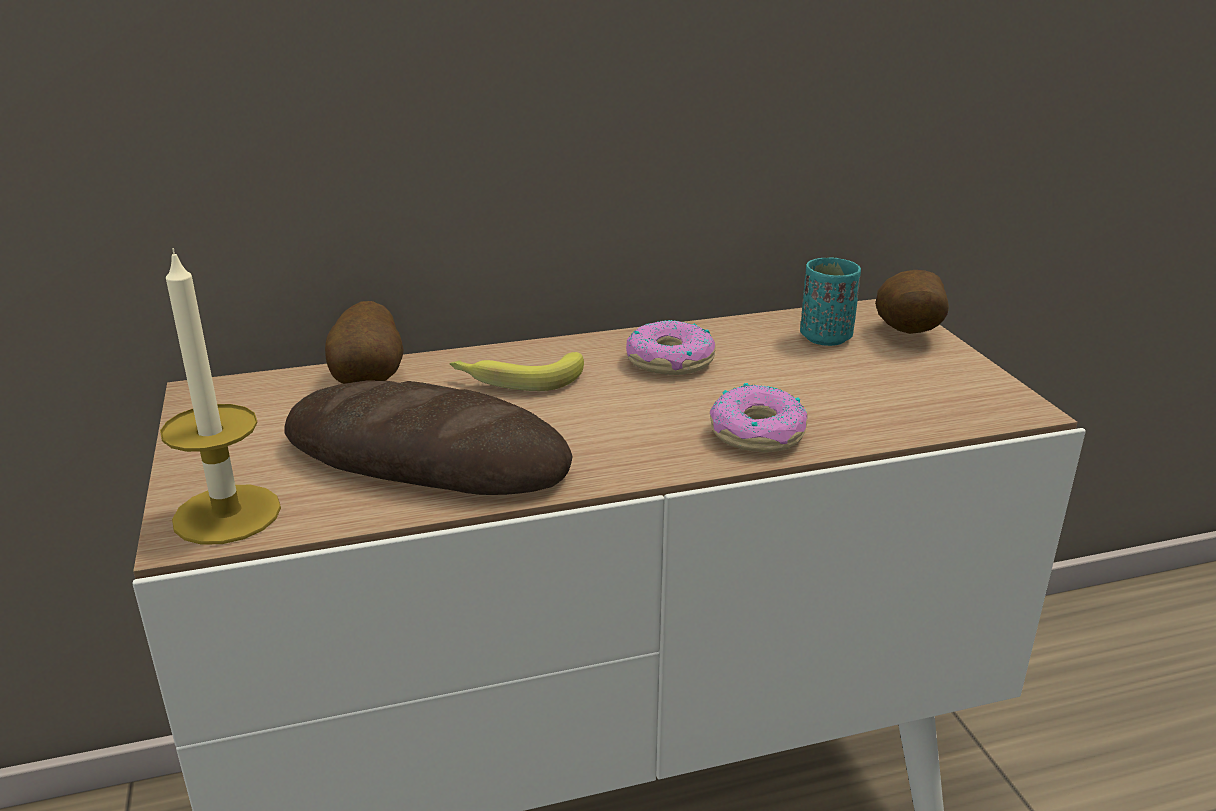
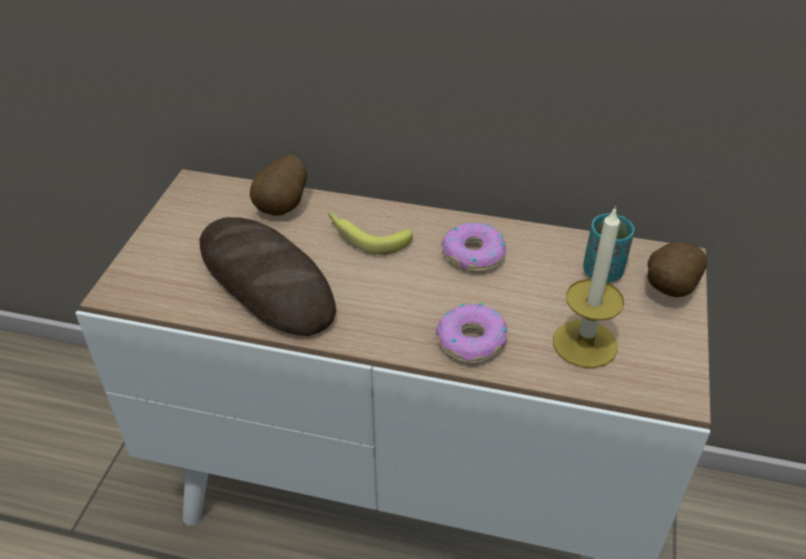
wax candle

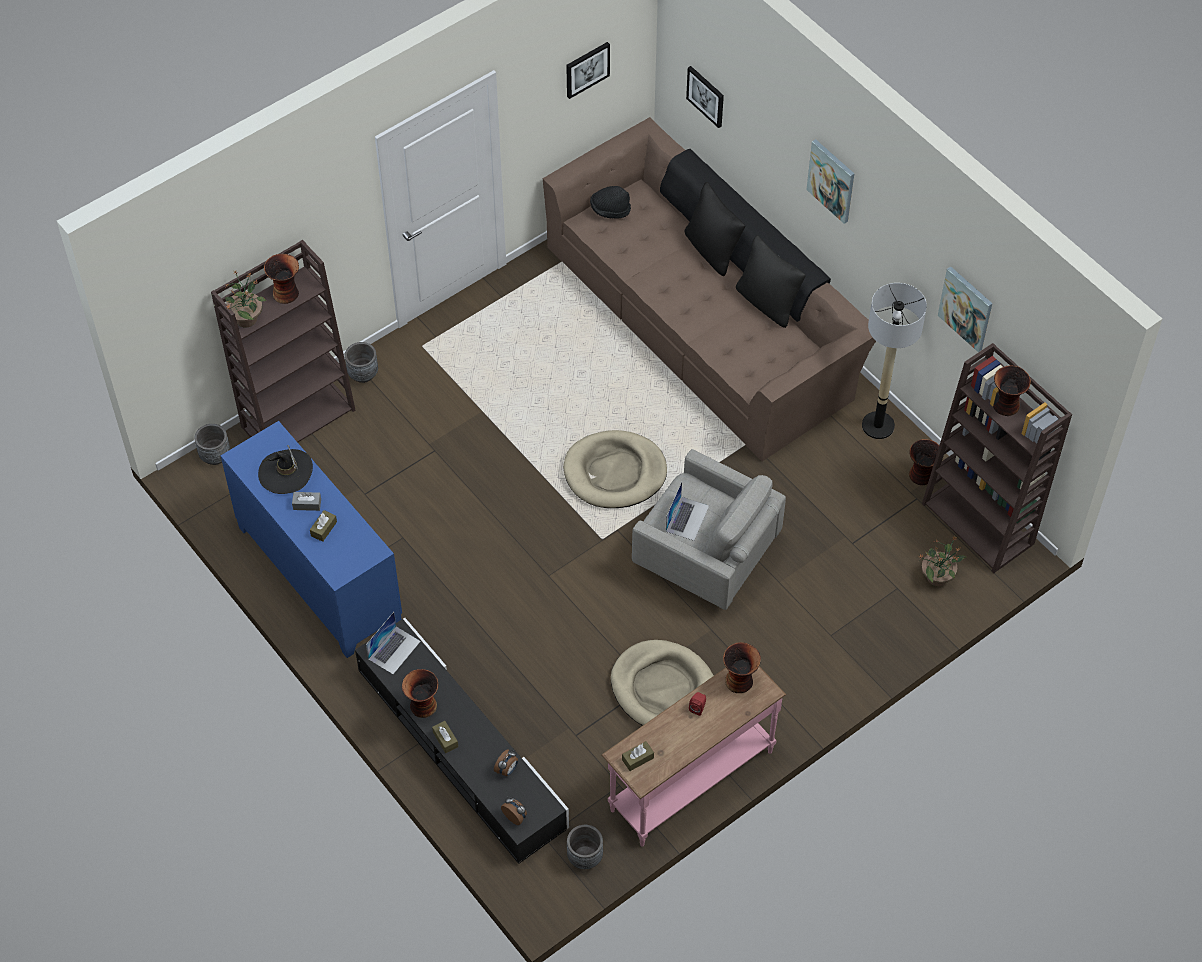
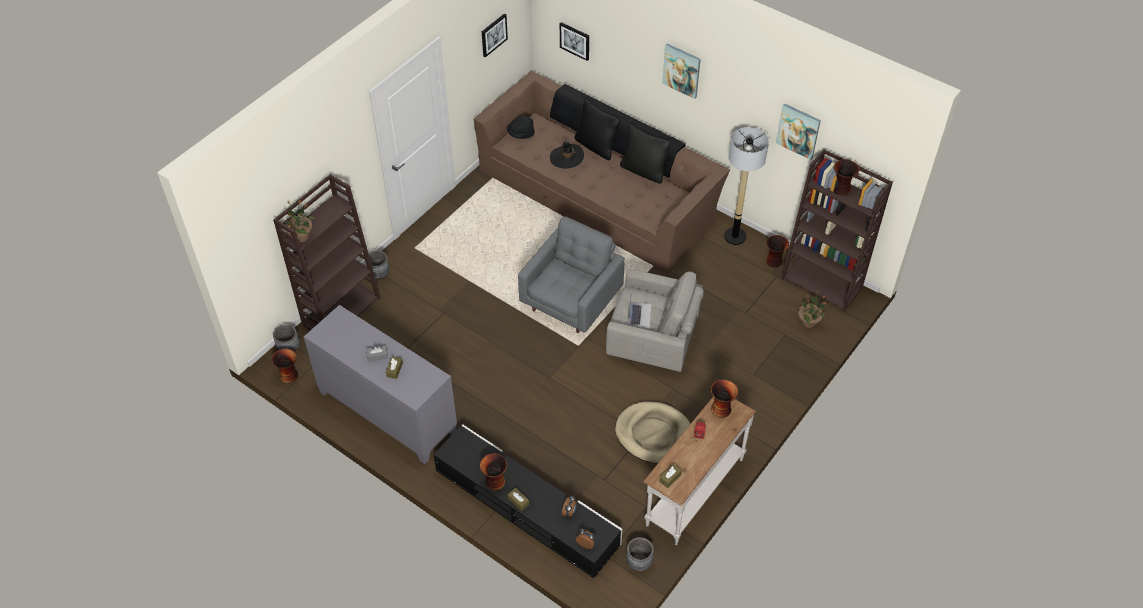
greyish storage cabinet; black wearable hat (no. 2 from left); flower vase (no. 1 from left); laptop (no. 1 from left in the first image); greyish lounge chair (no. 1 from left); whitish console table

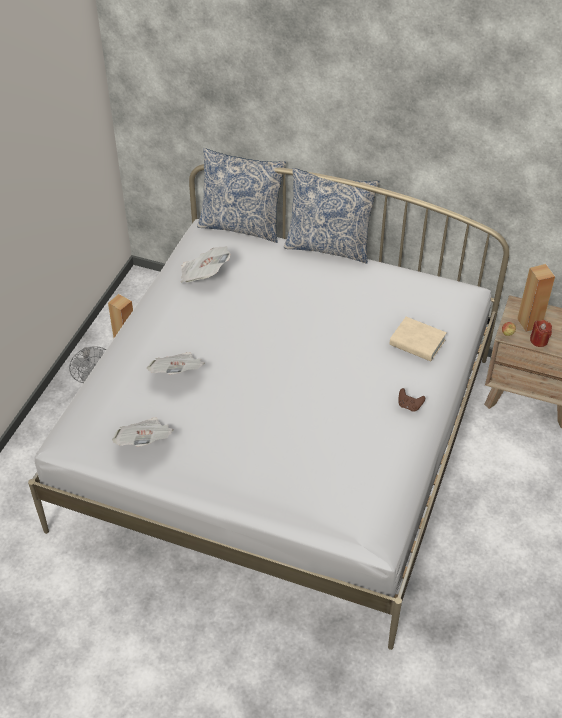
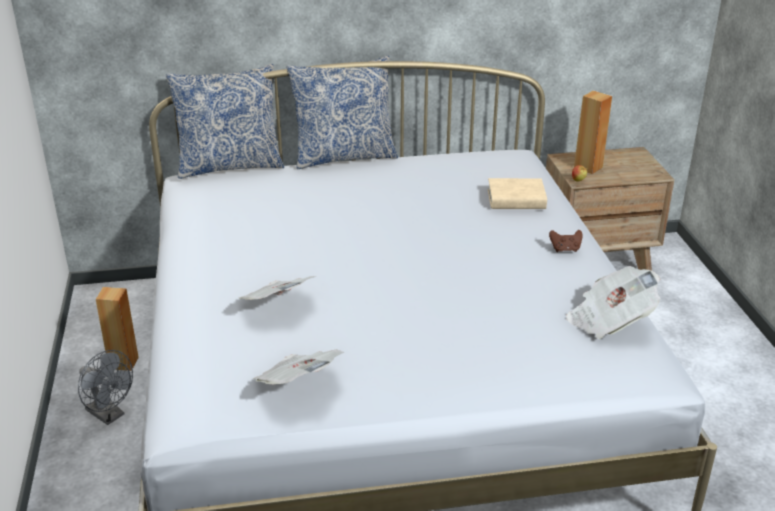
newspaper (no. 3 from left); reddish wax candle

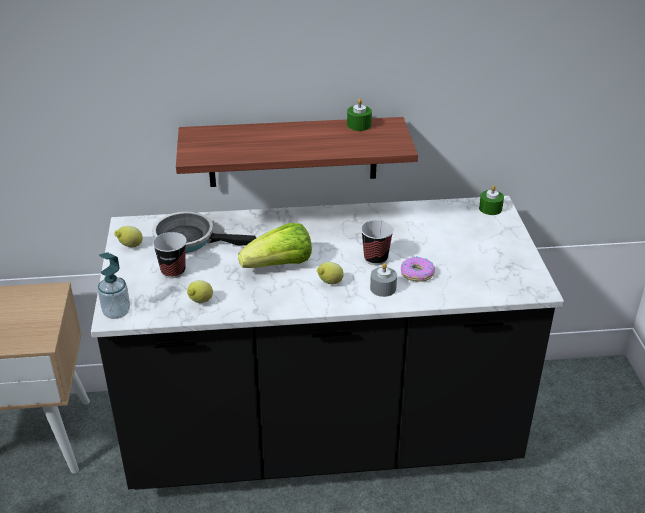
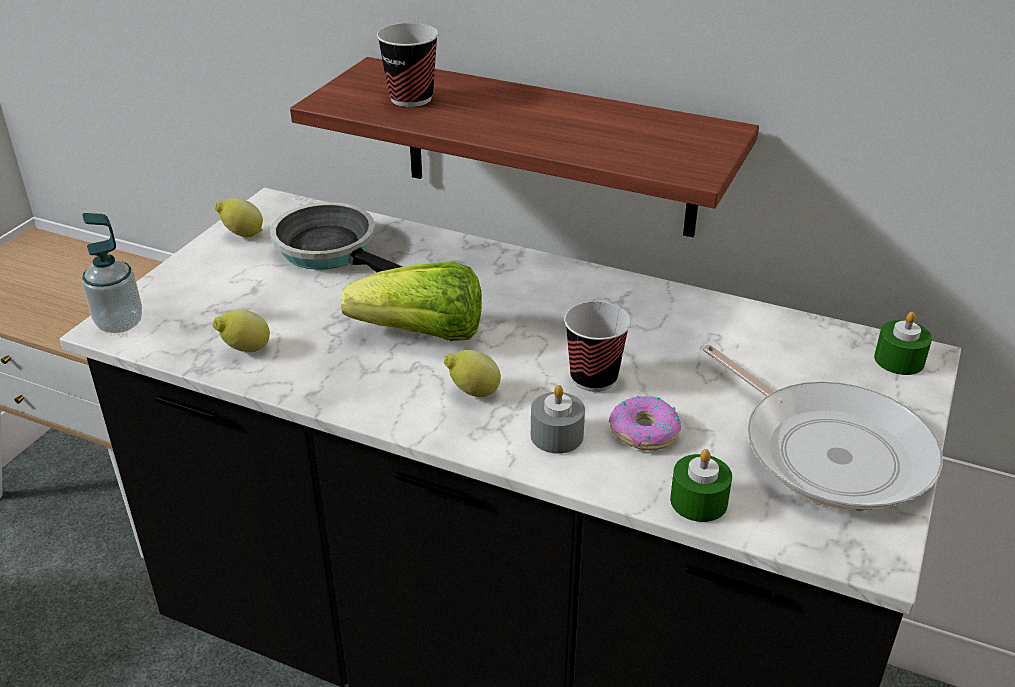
small cup (no. 1 from left); green-coloured wax candle (no. 1 from left); skillet (no. 2 from left)

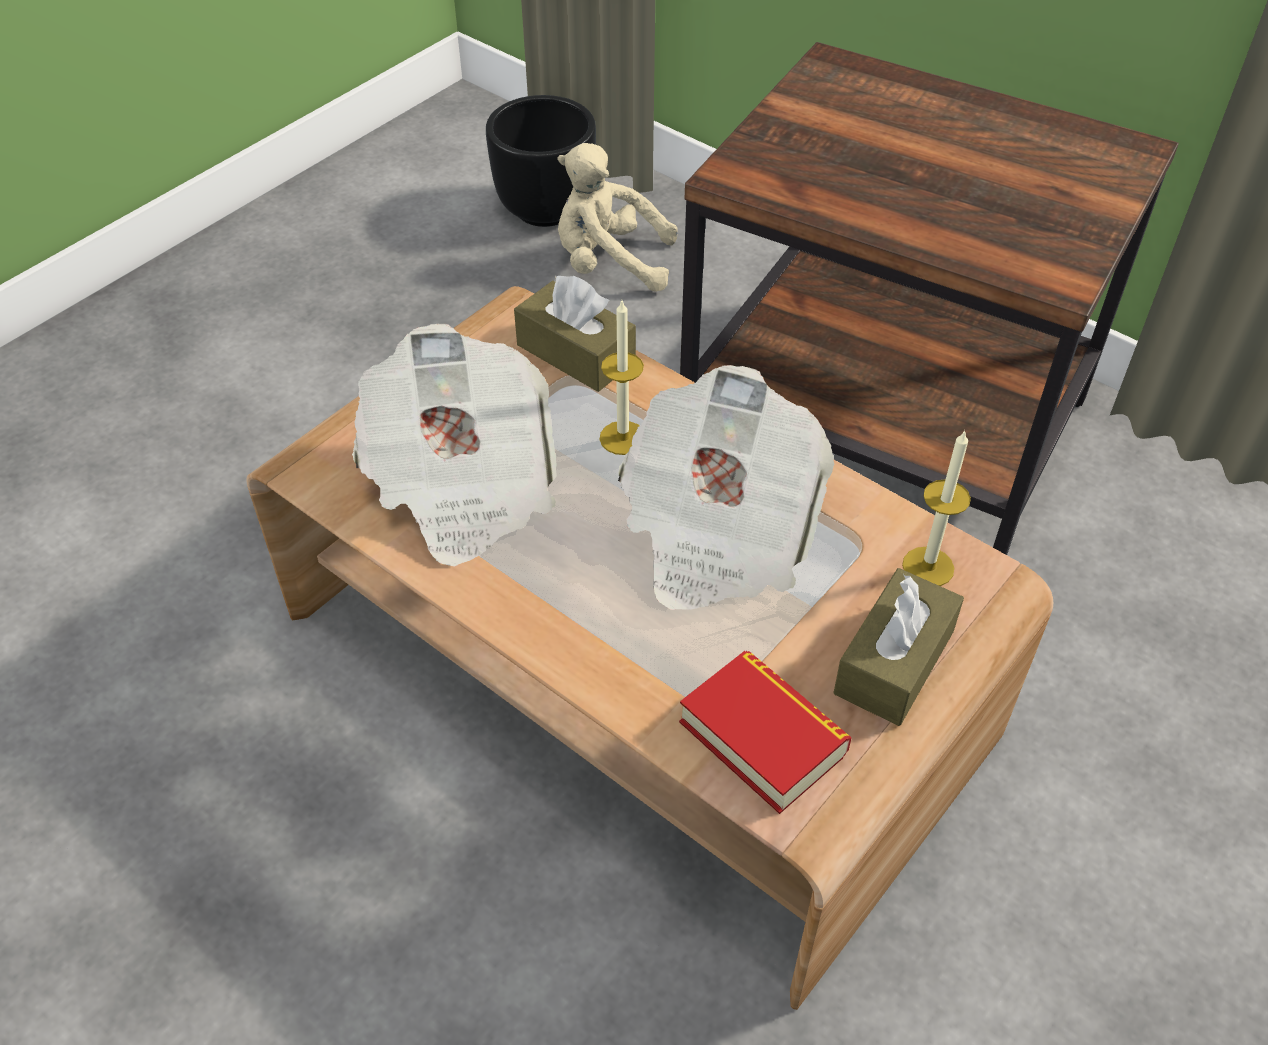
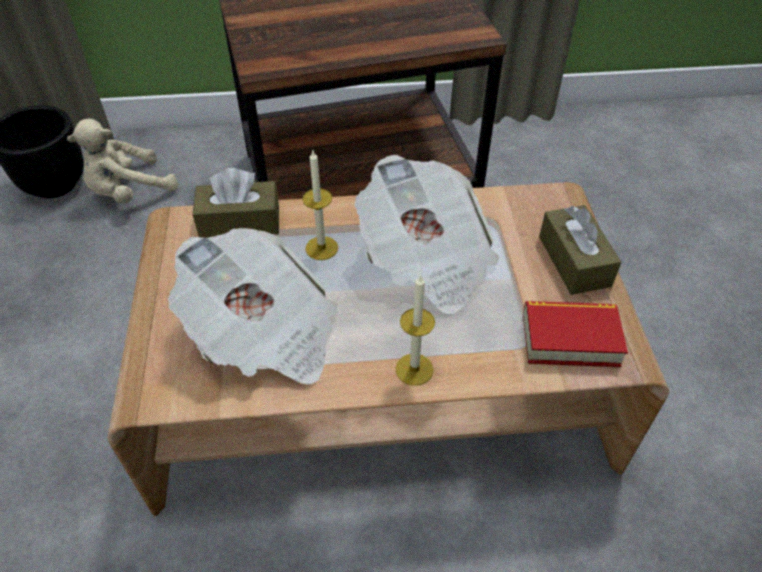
wax candle (no. 2 from left)

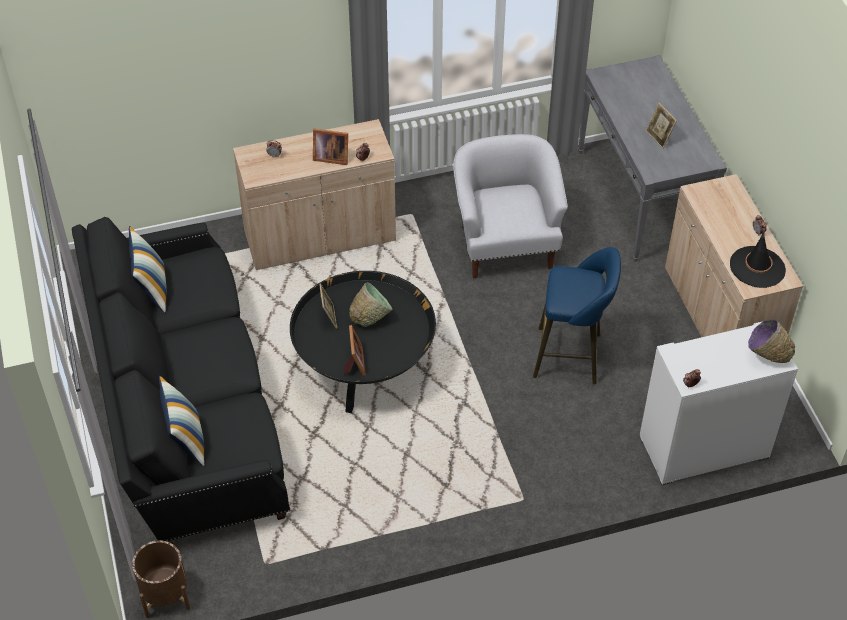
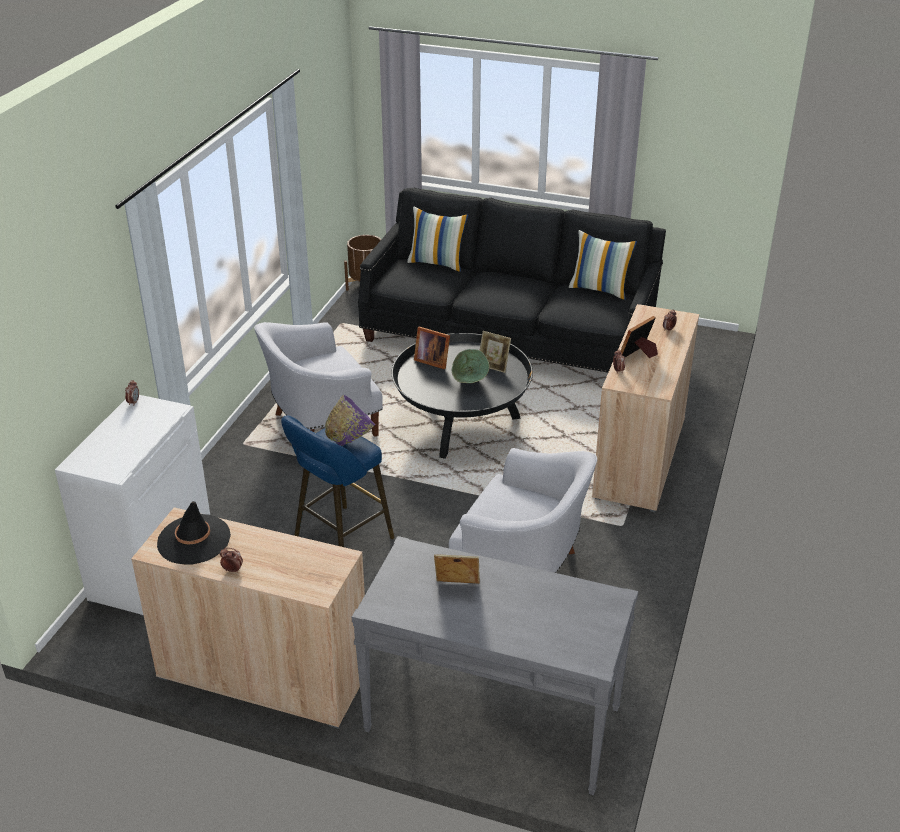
purplish bowl; whitish lounge chair (no. 1 from left)

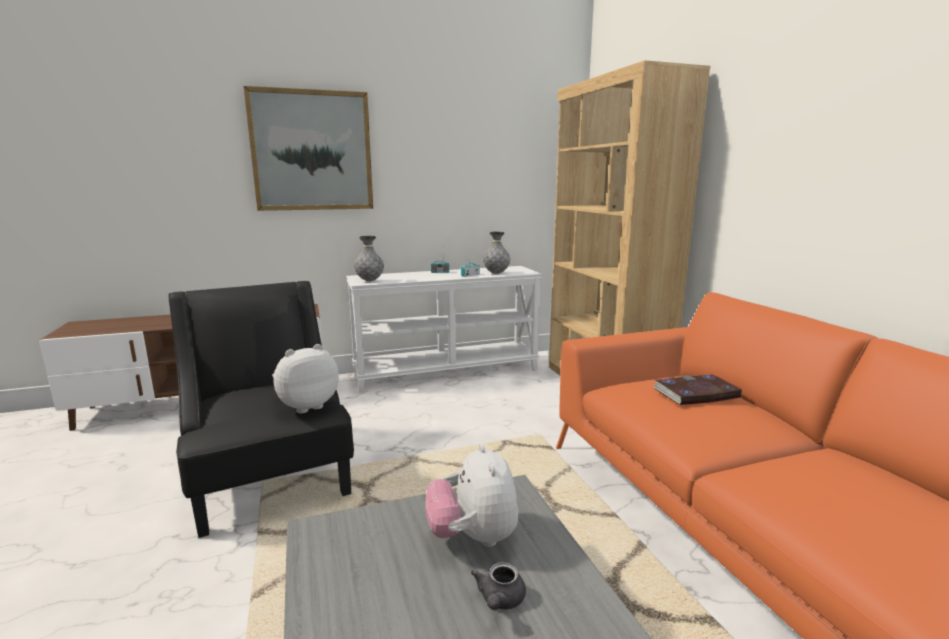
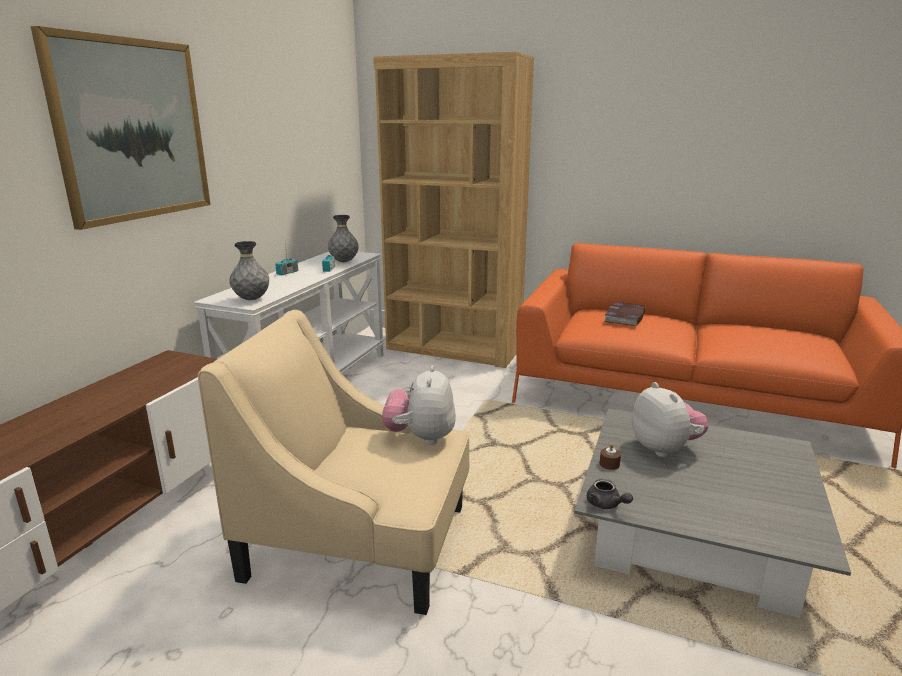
beige-coloured lounge chair; cuddly toy (no. 2 from left); greyish tea pot; brown-coloured wax candle

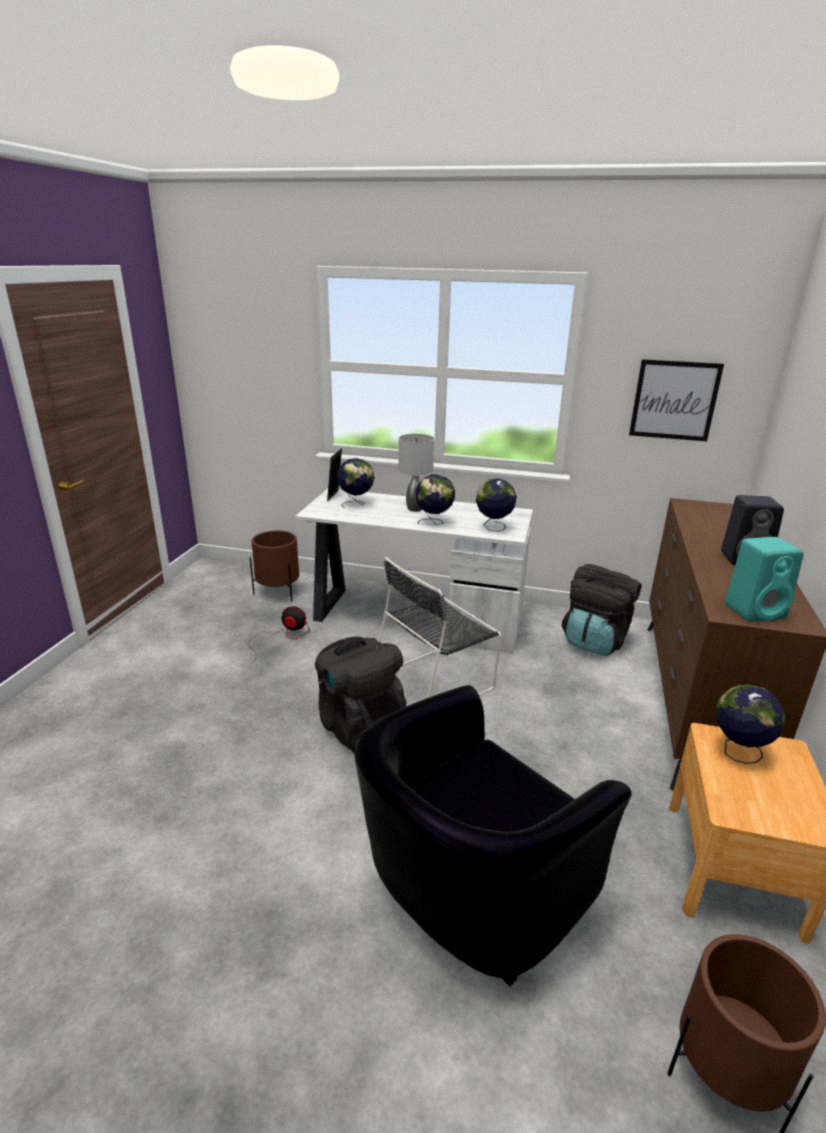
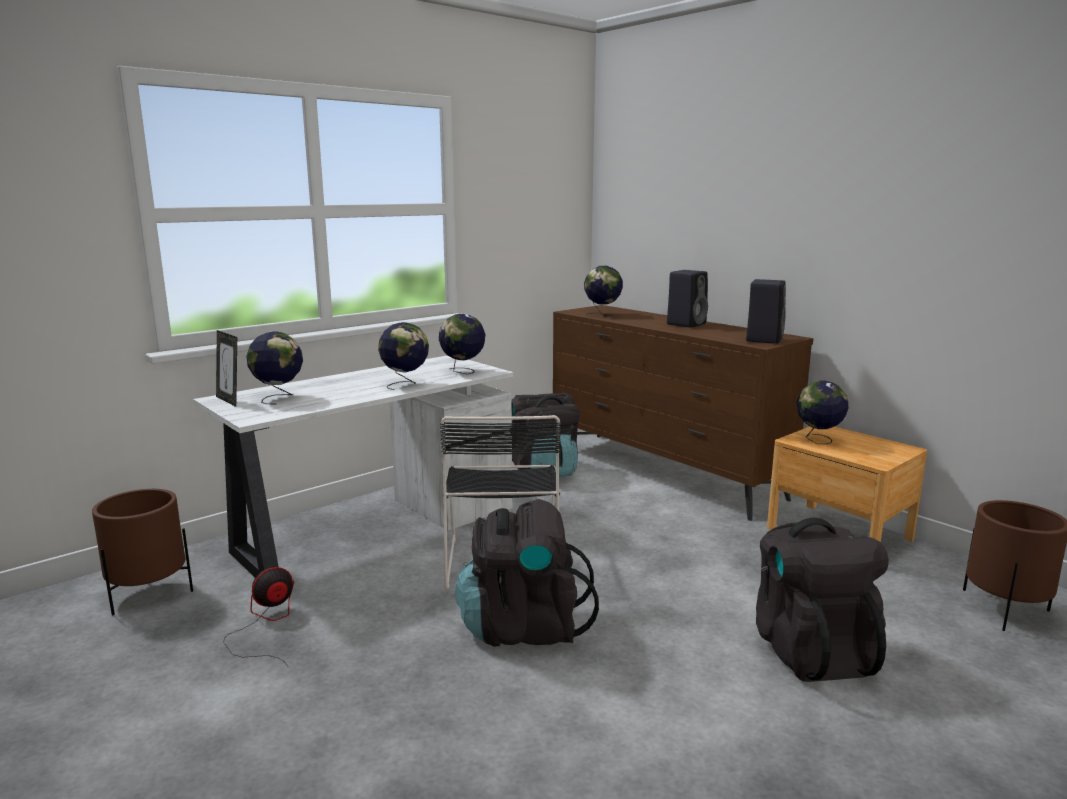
black rucksack (no. 3 from left); greyish table lamp; picture; black loudspeaker (no. 2 from left); world globe (no. 4 from left)

